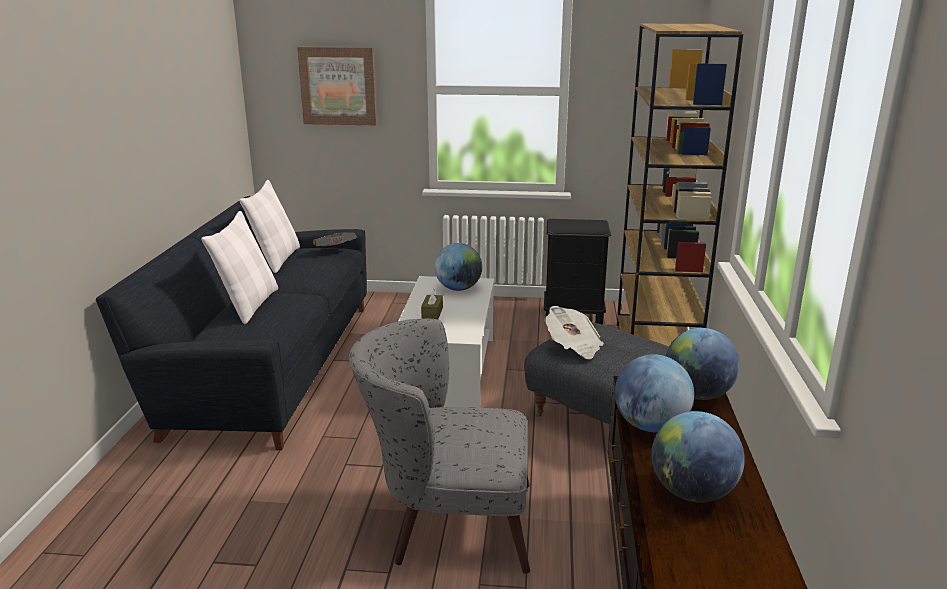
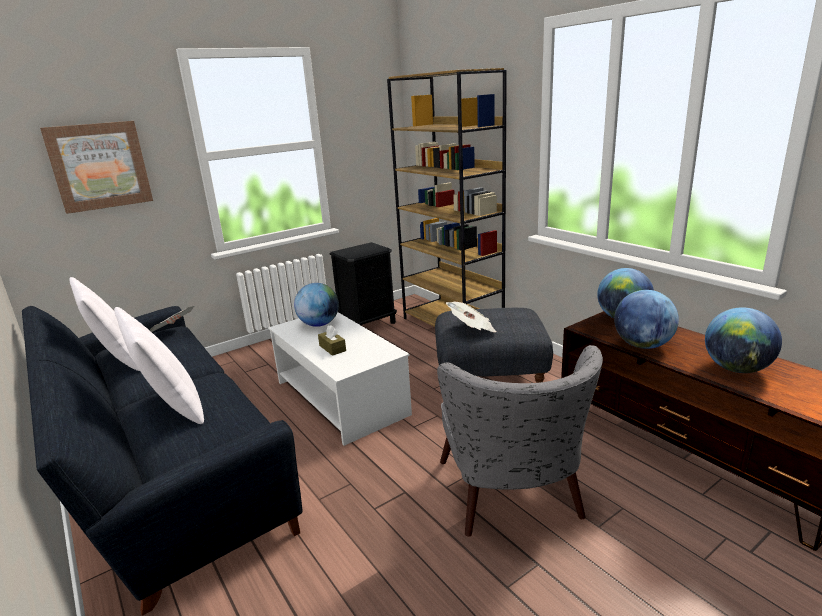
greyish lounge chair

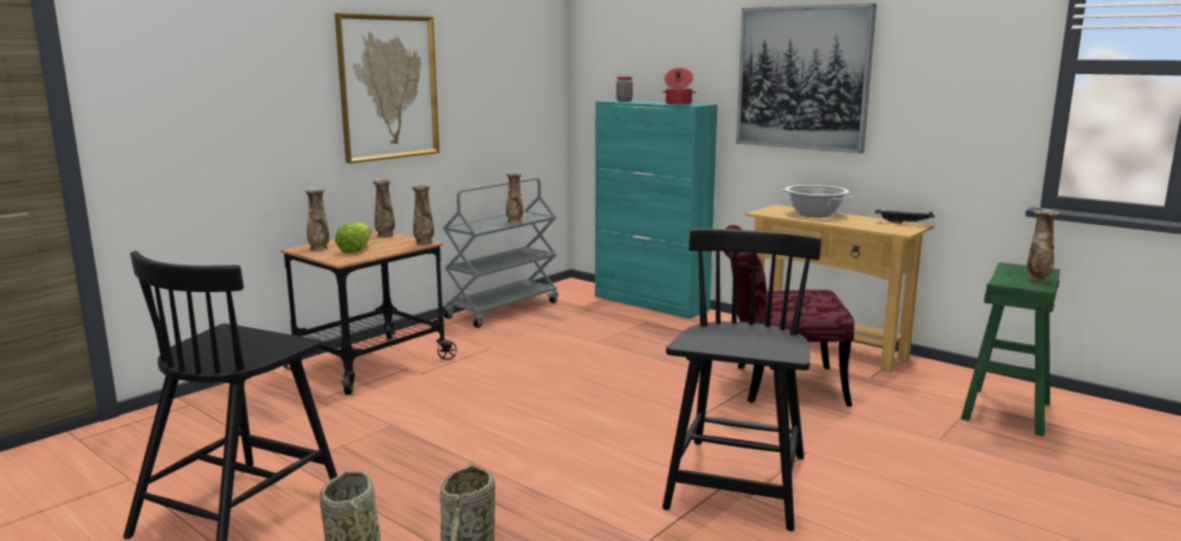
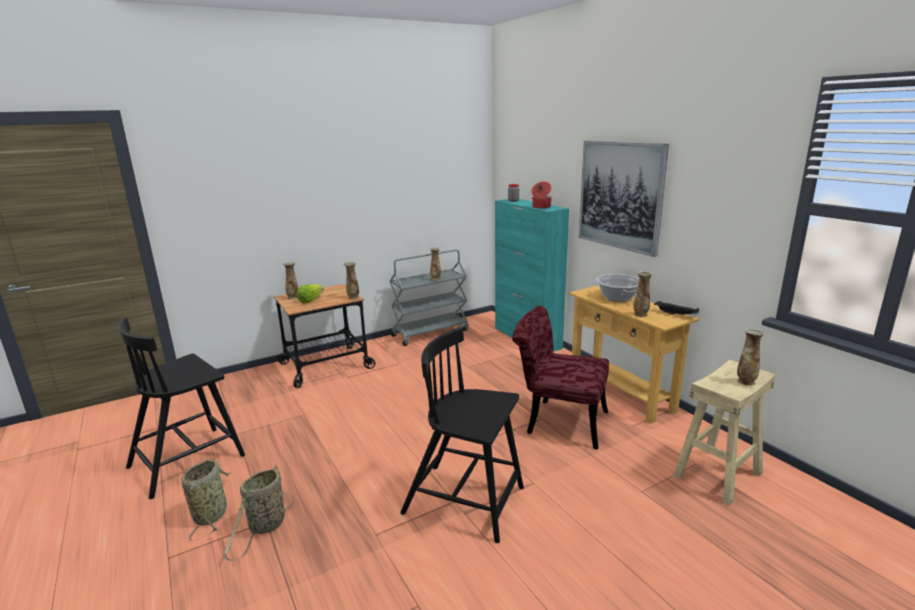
picture (no. 1 from left in the first image); flower vase (no. 4 from left); black chair (no. 2 from left); beige-coloured stool

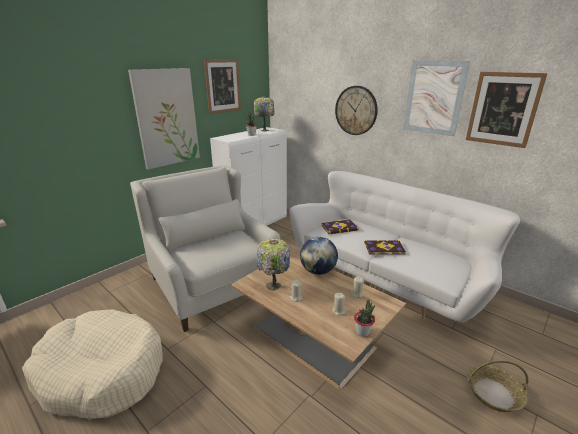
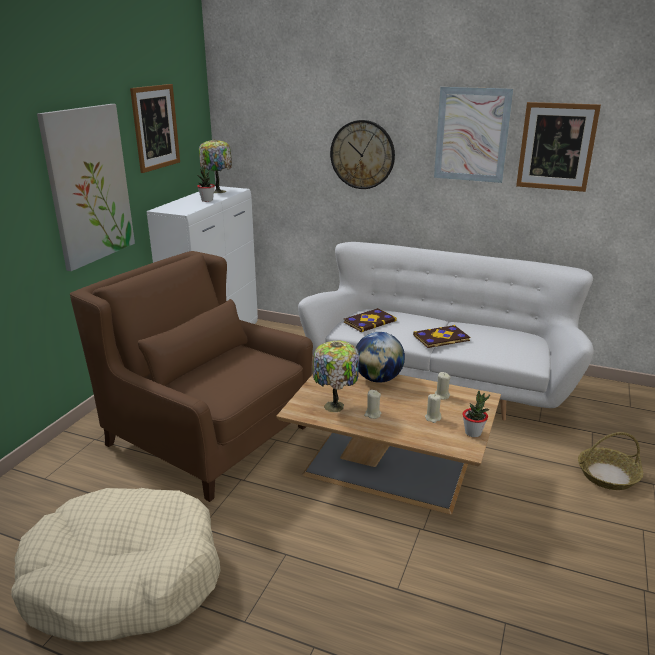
brown-coloured lounge chair

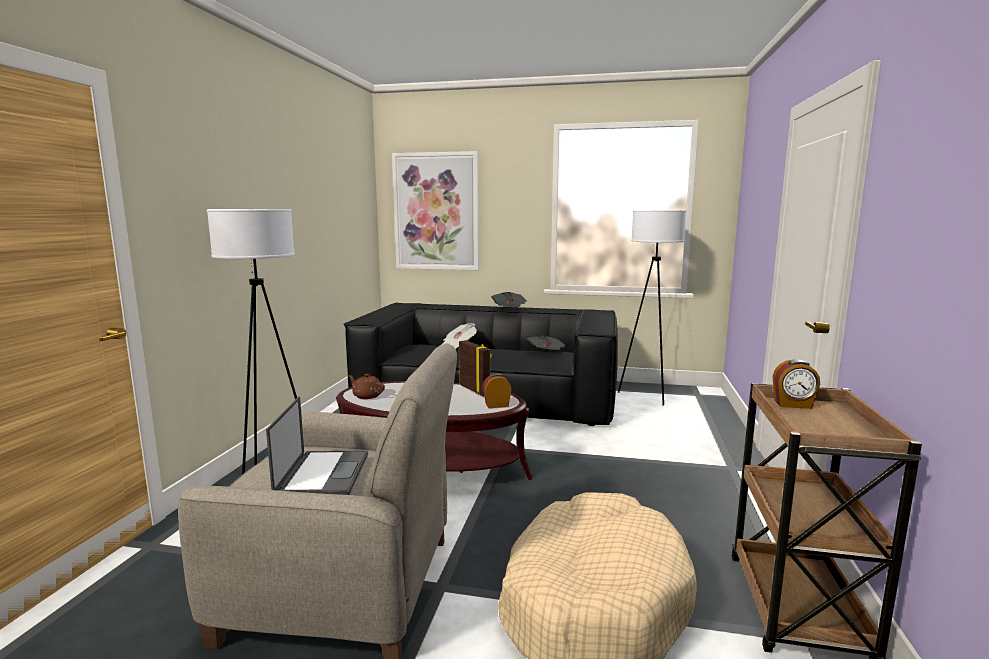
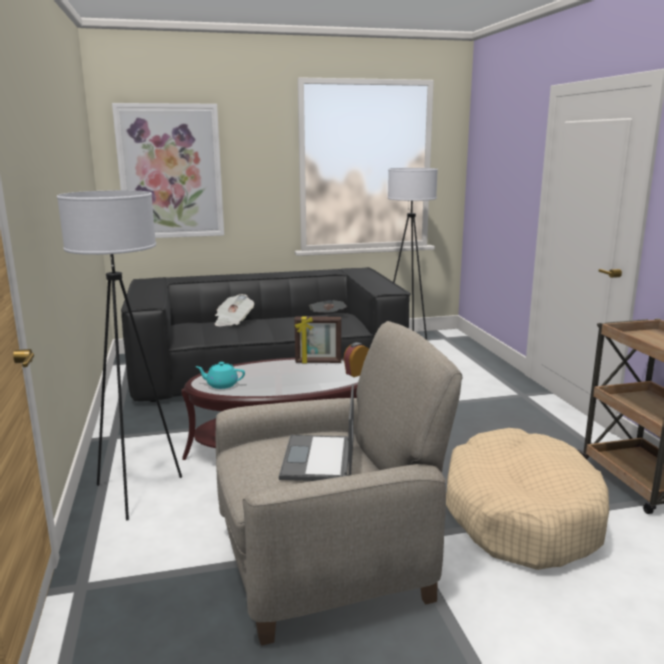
laptop; turquoise tea pot; photo frame; newspaper (no. 2 from left in the first image); alarm clock (no. 2 from left in the first image)

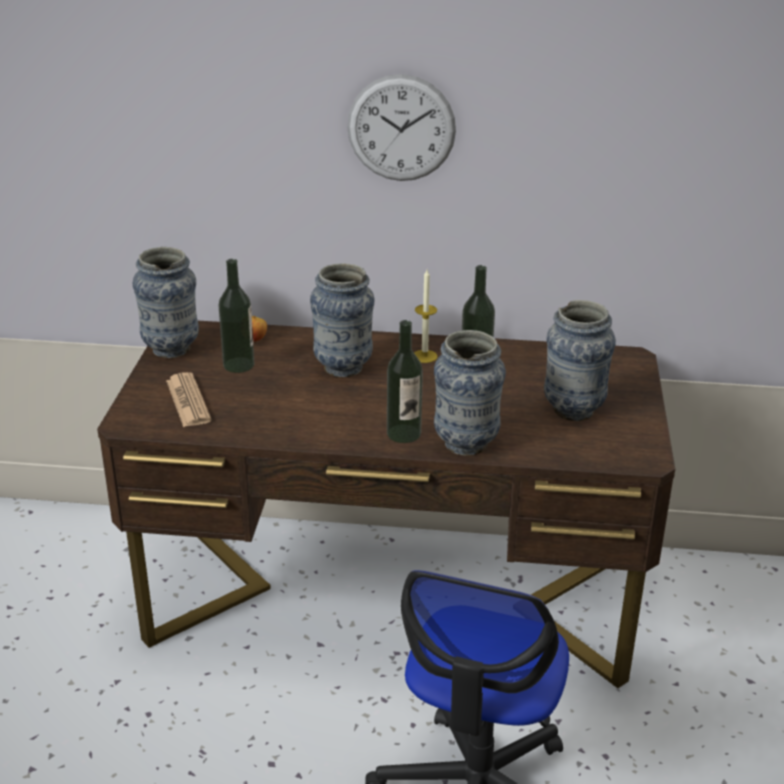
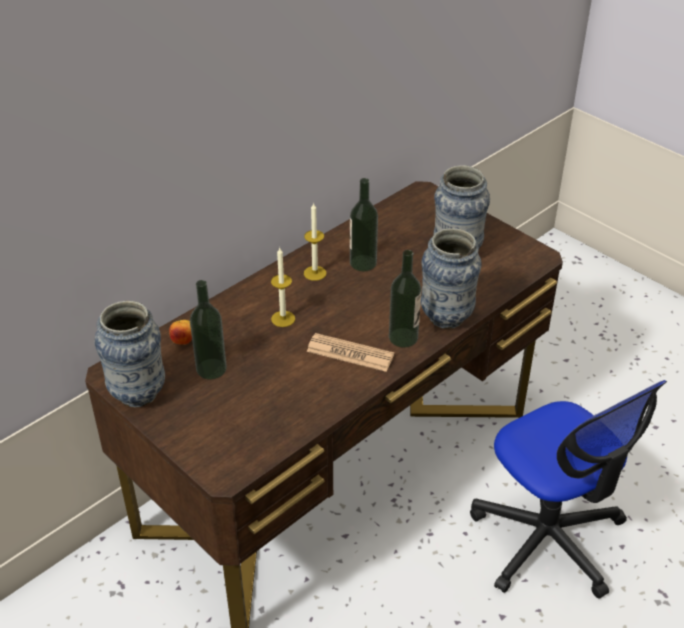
newspaper; wax candle (no. 1 from left); wall clock

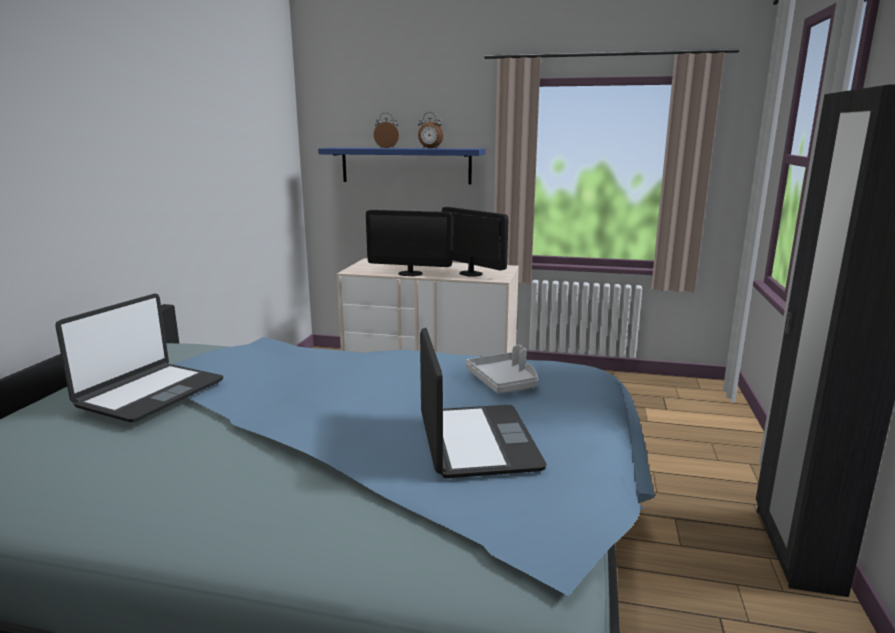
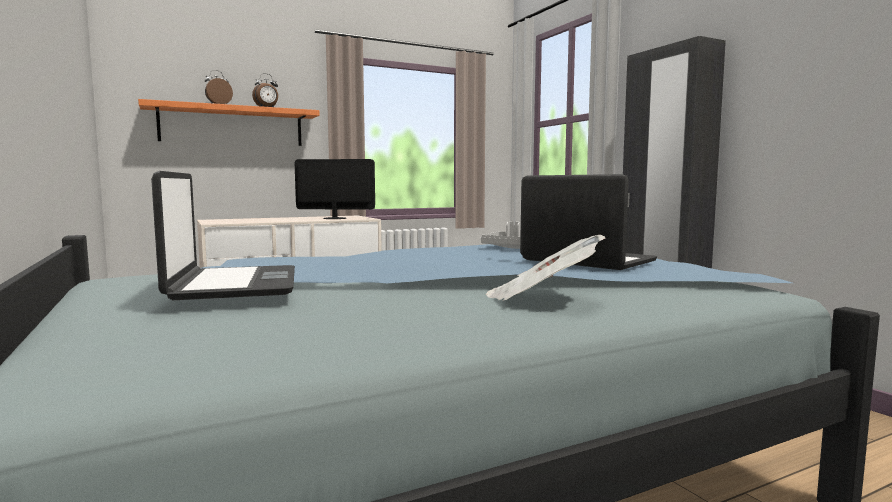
orangey shelf; monitor (no. 1 from left in the first image); newspaper

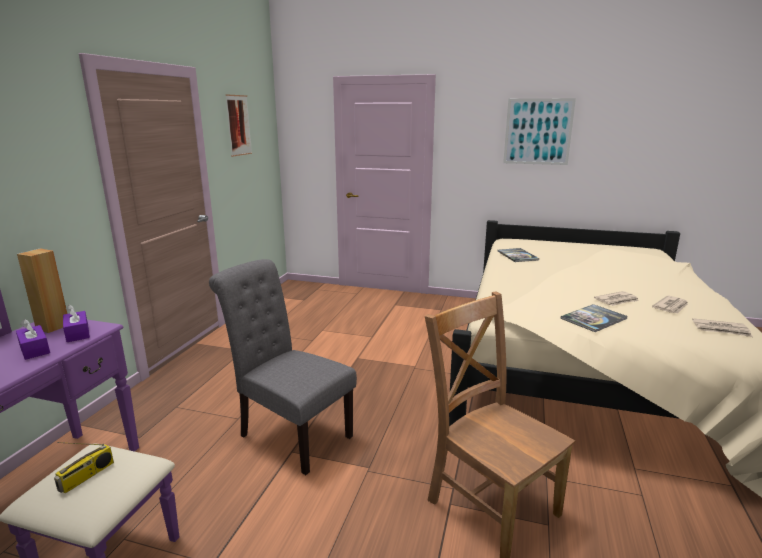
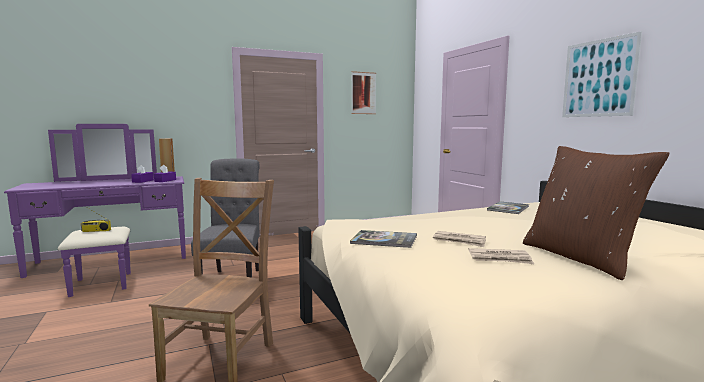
newspaper (no. 3 from left in the first image); brown-coloured throw pillow

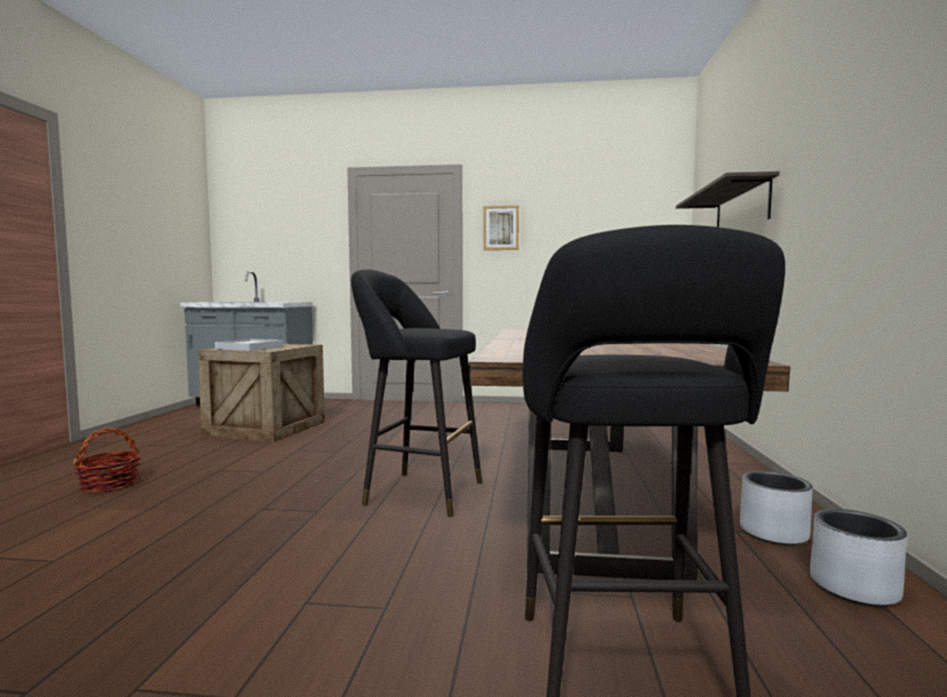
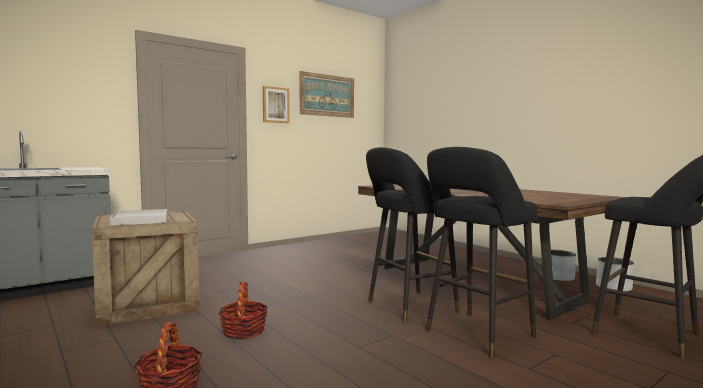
shelf; storage basket (no. 2 from left); picture (no. 2 from left); black stool (no. 2 from left)

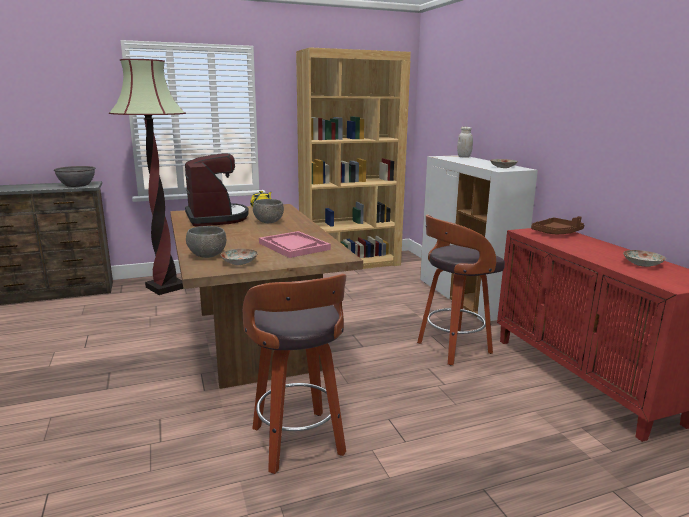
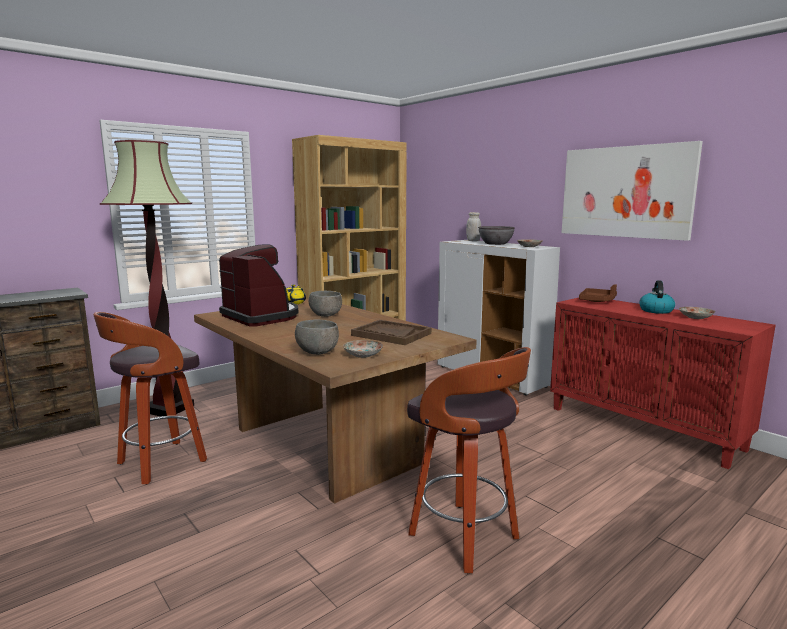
greyish bowl (no. 3 from left); brown-coloured tray (no. 1 from left); stool (no. 1 from left); picture; water kettle

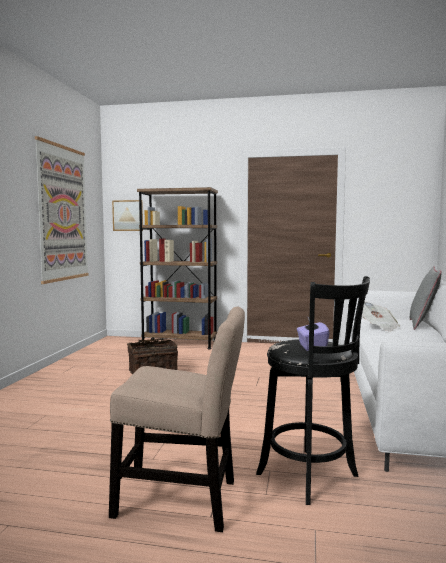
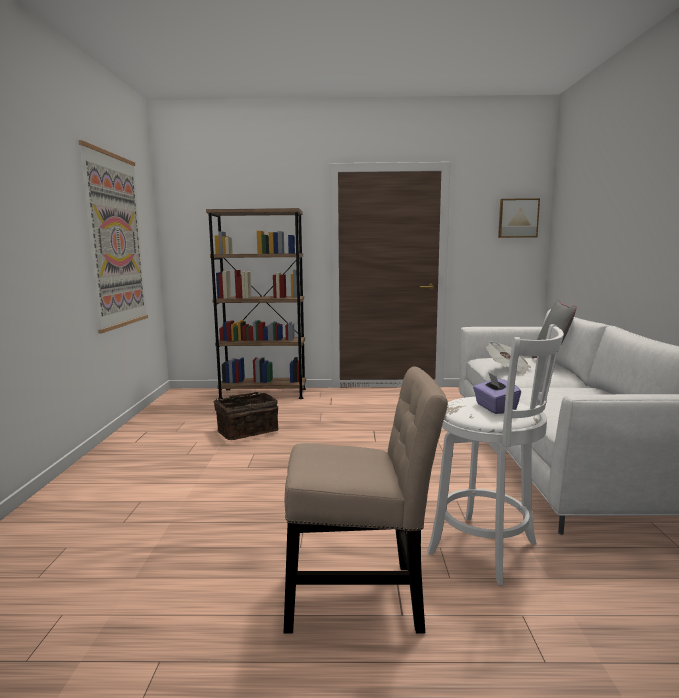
picture (no. 2 from left); whitish stool

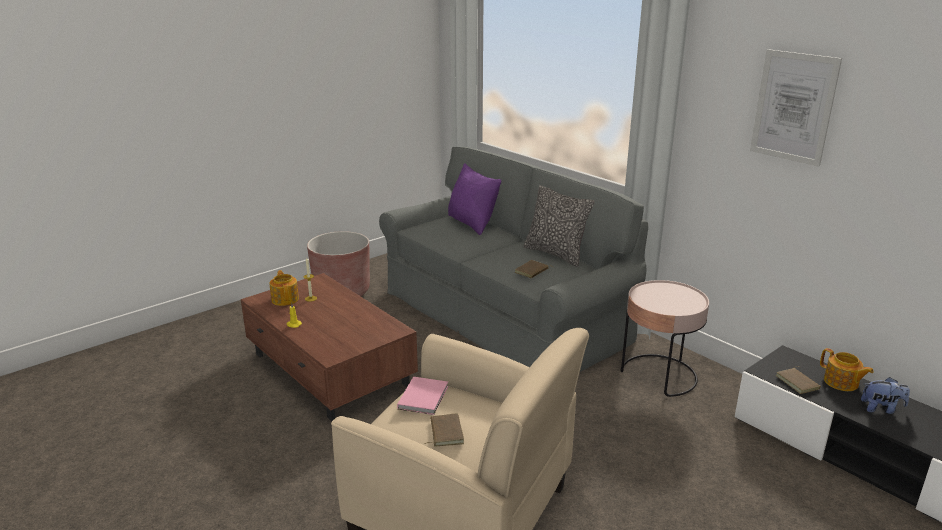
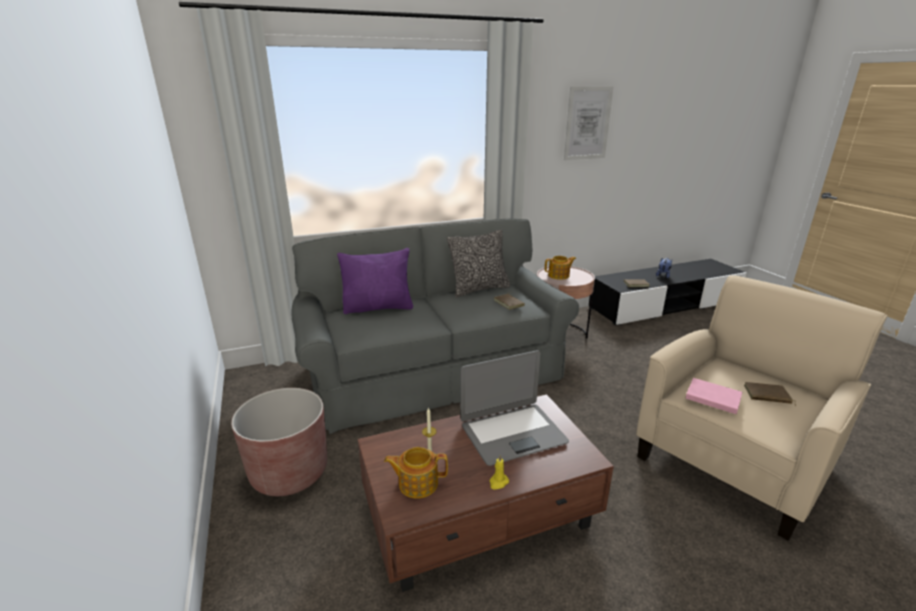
tea pot (no. 2 from left); laptop

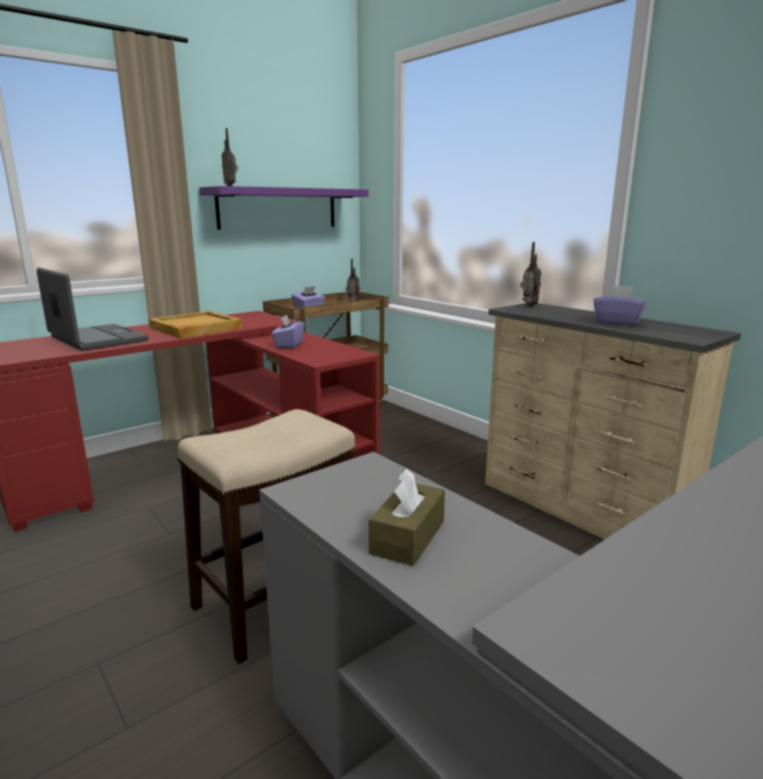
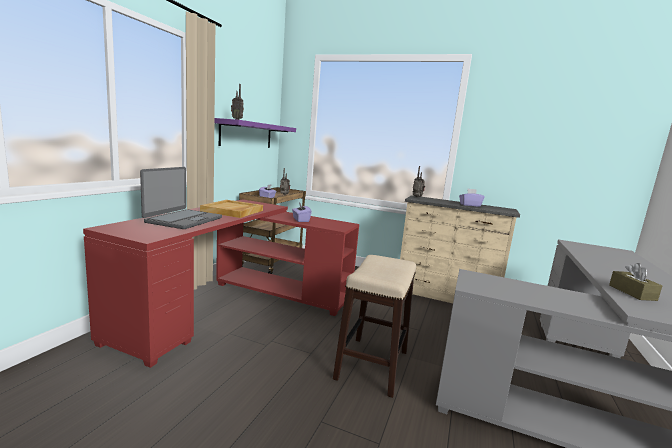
laptop; brown-coloured box of tissues

